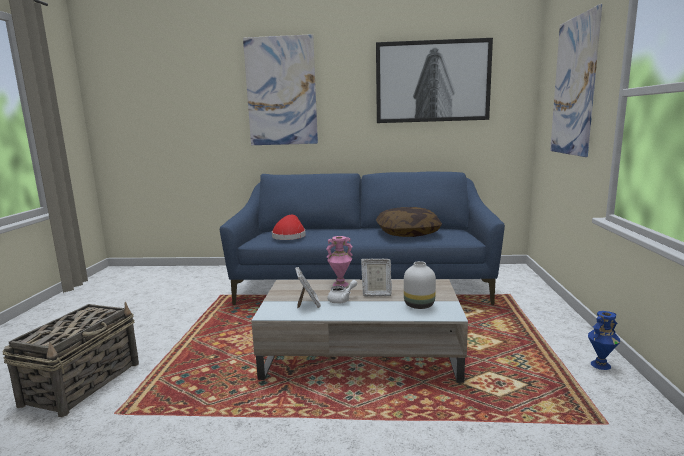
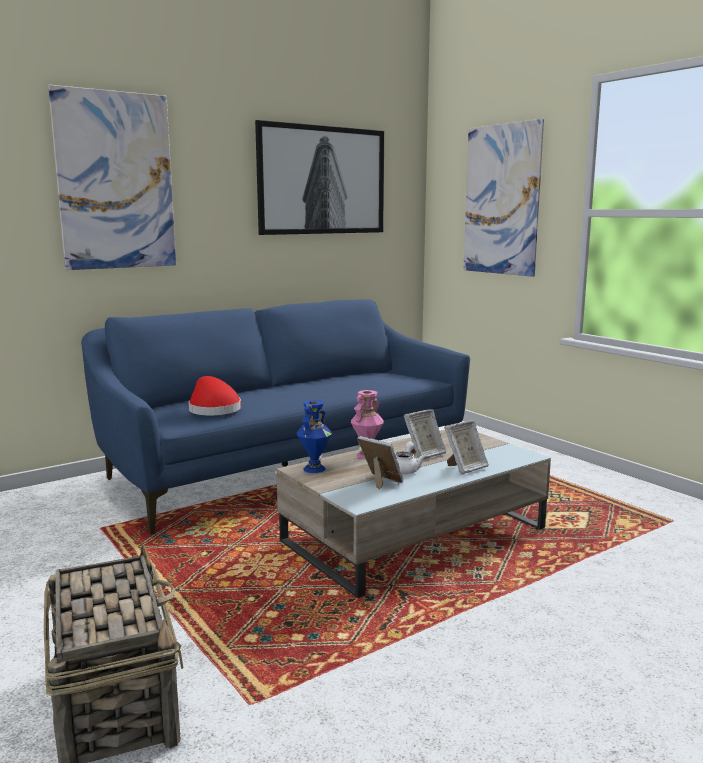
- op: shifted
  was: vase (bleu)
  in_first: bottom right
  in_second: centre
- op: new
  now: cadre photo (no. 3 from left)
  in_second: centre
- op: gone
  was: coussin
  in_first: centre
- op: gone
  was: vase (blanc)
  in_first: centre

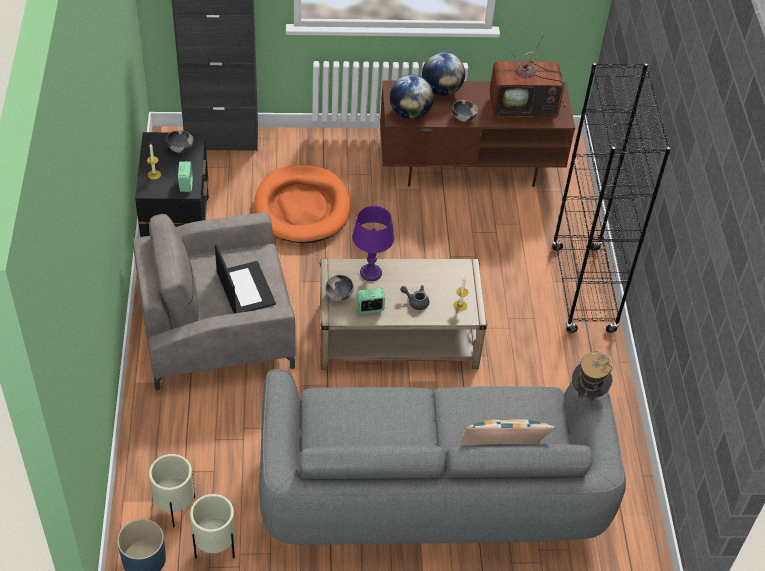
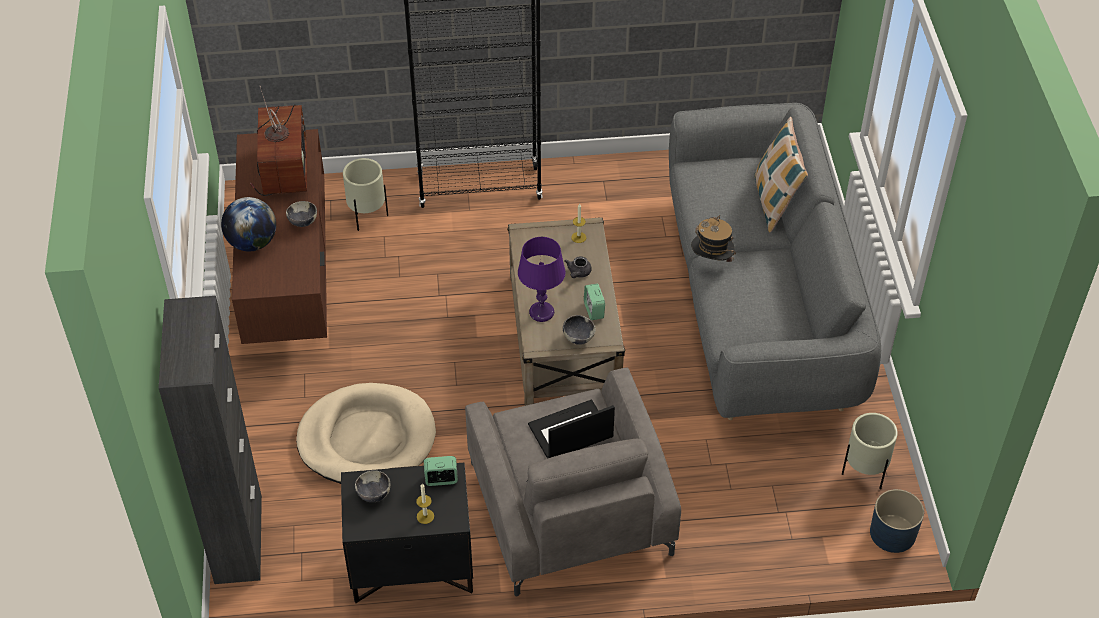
- op: repainted
  was: panier pour chien (orange)
  now: panier pour chien (beige)
  in_first: centre
  in_second: bottom left
- op: shifted
  was: cache-pot (beige) (no. 1 from left)
  in_first: bottom left
  in_second: top left
- op: shifted
  was: chapeau
  in_first: middle right
  in_second: centre
- op: gone
  was: globe (no. 1 from left)
  in_first: top centre

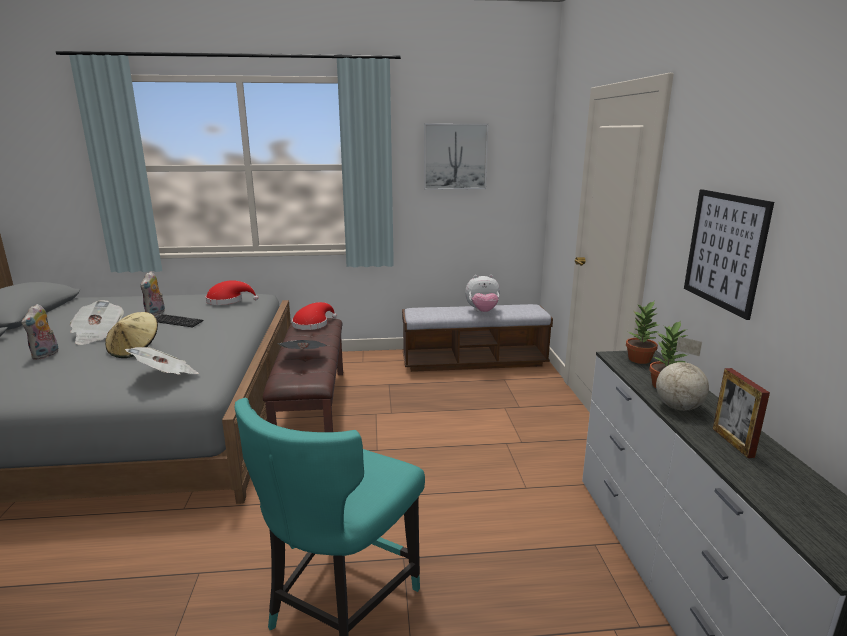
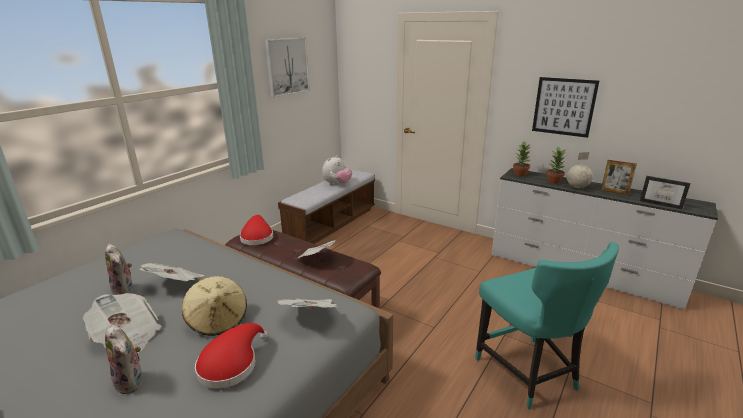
- op: swapped
  was: clavier
  now: journal (no. 2 from left)
  in_first: middle left
  in_second: middle left
- op: shifted
  was: chapeau (rouge) (no. 1 from left)
  in_first: middle left
  in_second: bottom left
- op: new
  now: cadre photo (no. 2 from left)
  in_second: middle right

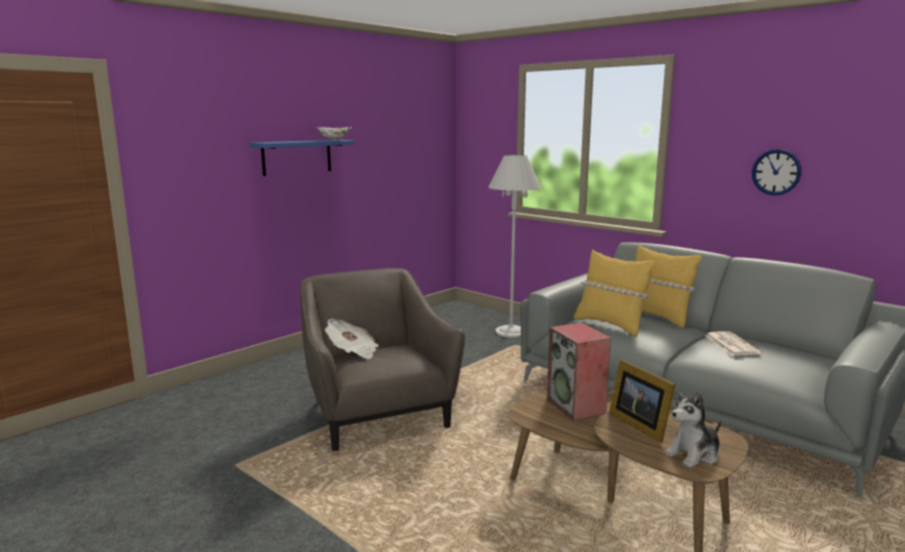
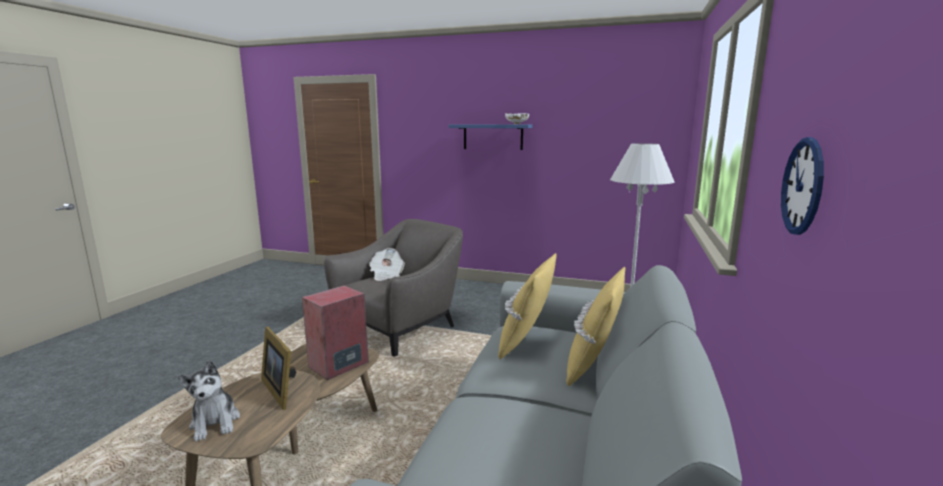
- op: rotated
  was: peluche
  in_first: bottom right
  in_second: bottom left
  clockwise: -150
- op: rotated
  was: cadre photo
  in_first: bottom right
  in_second: bottom left
  clockwise: -75
- op: gone
  was: journal (no. 2 from left)
  in_first: middle right

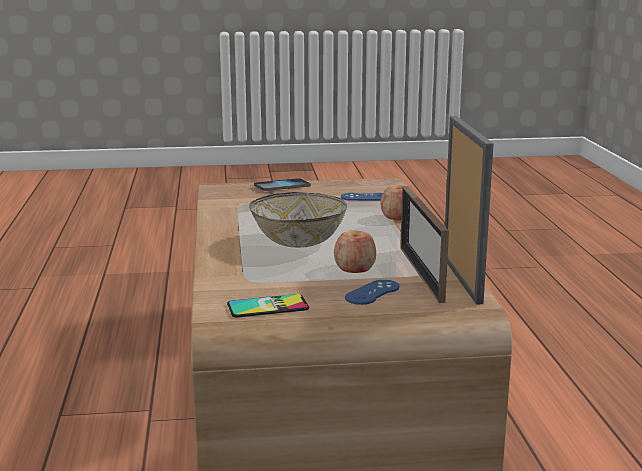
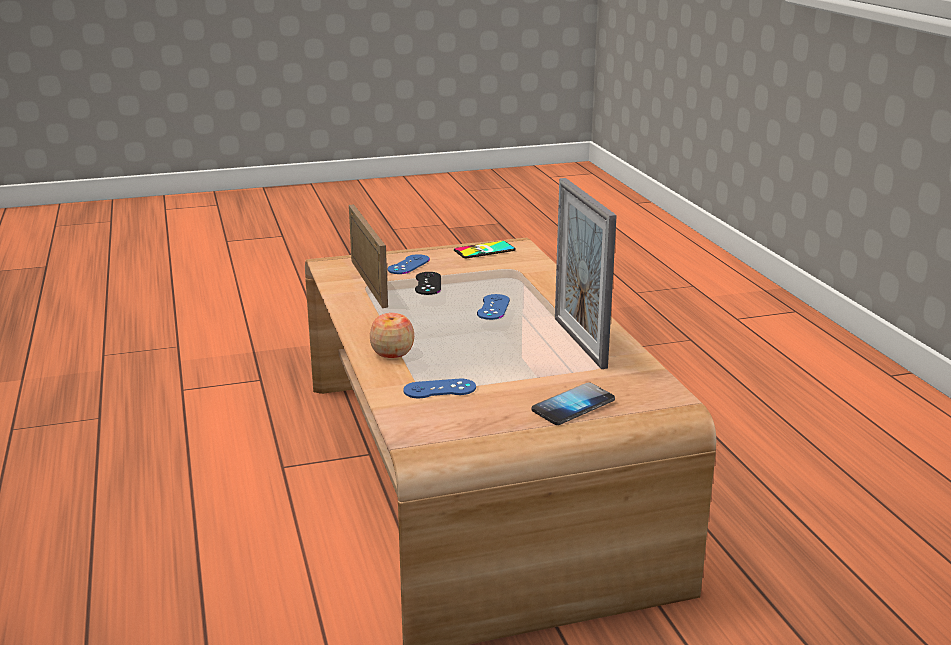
- op: swapped
  was: pomme (no. 1 from left)
  now: manette (noir)
  in_first: centre
  in_second: centre
- op: swapped
  was: bol
  now: manette (bleu) (no. 3 from left)
  in_first: centre
  in_second: centre
- op: shifted
  was: cadre photo (no. 2 from left)
  in_first: middle right
  in_second: centre

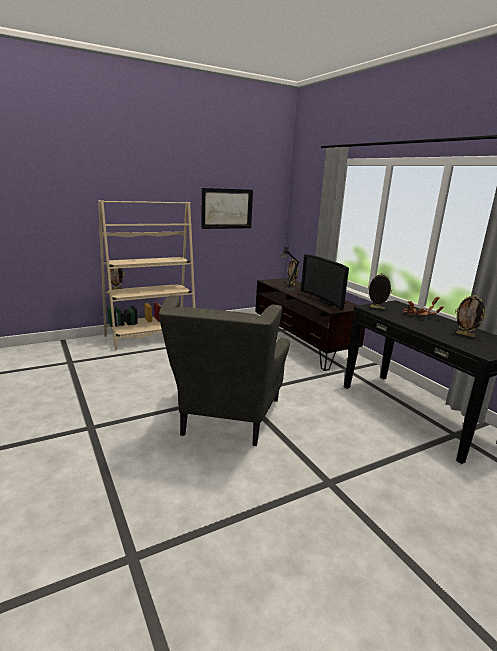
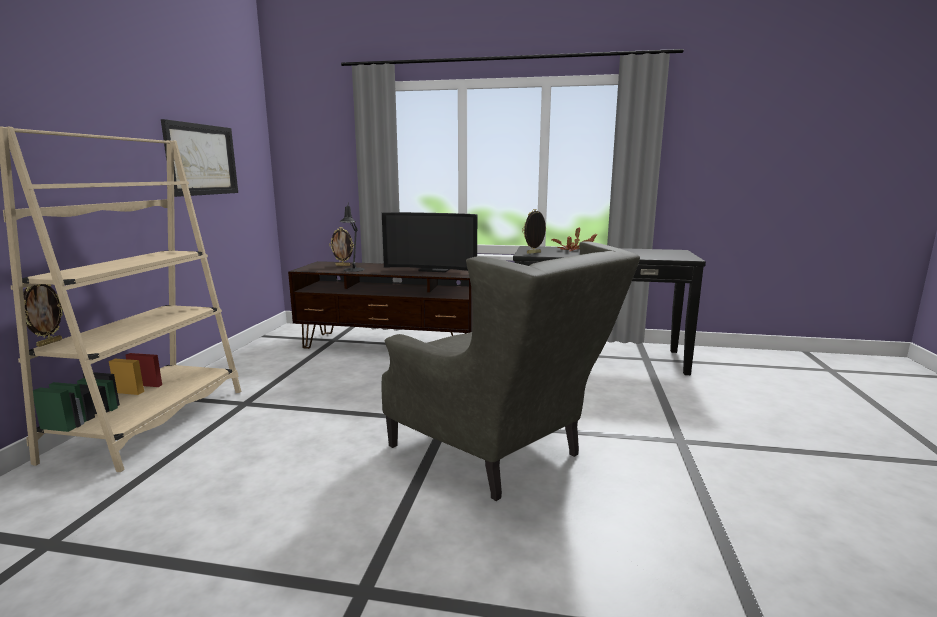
- op: gone
  was: cadre photo (no. 4 from left)
  in_first: middle right

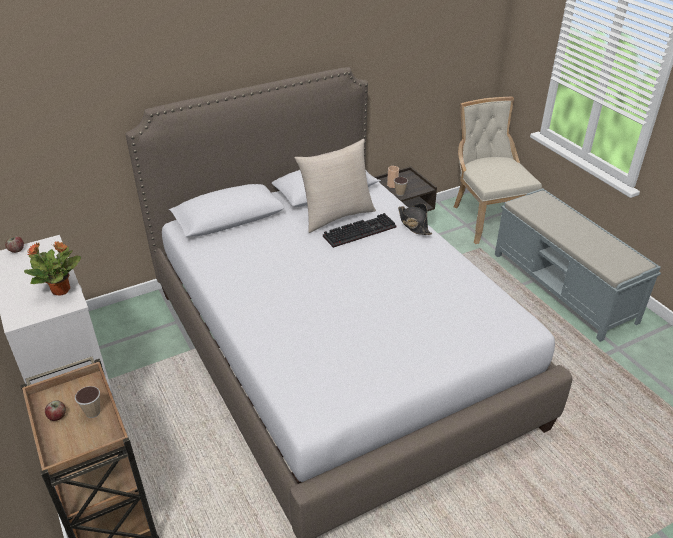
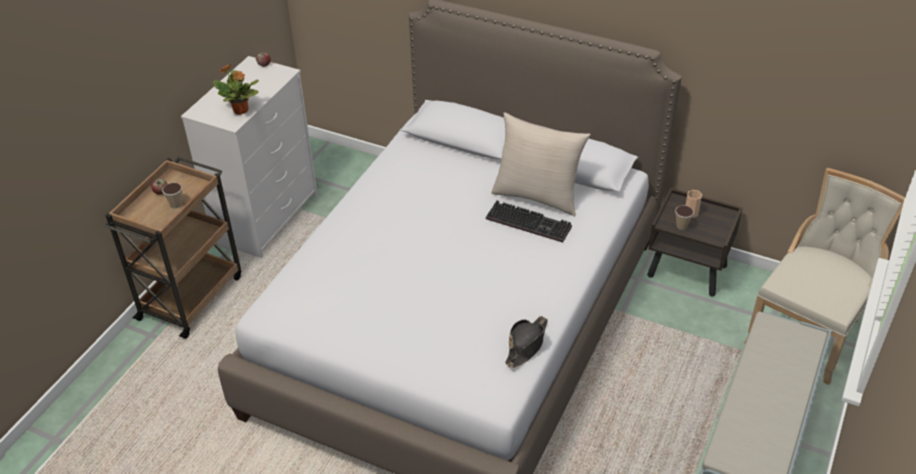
- op: shifted
  was: chapeau (noir)
  in_first: centre
  in_second: bottom centre

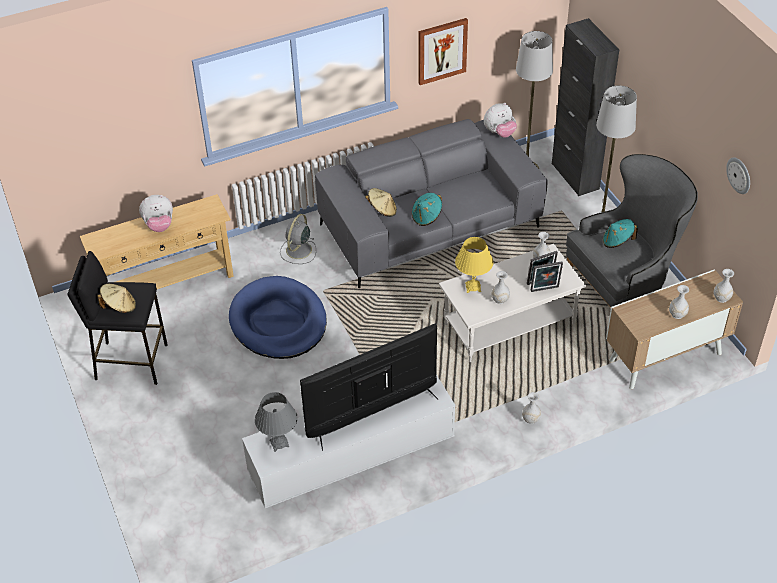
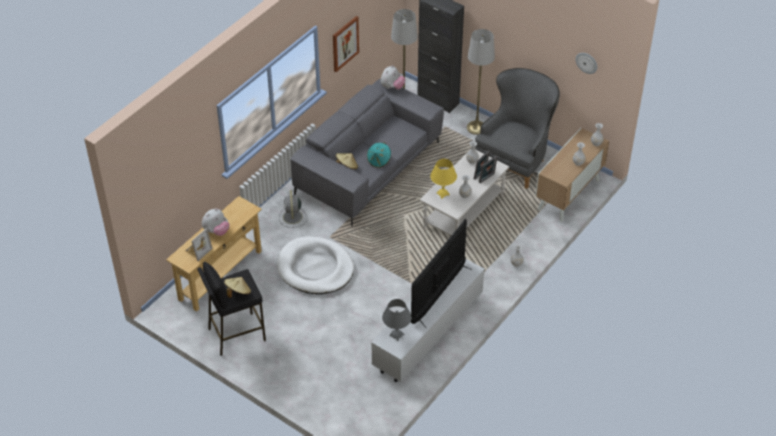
- op: new
  now: cadre photo (no. 1 from left)
  in_second: middle left
- op: repainted
  was: panier pour chien (bleu)
  now: panier pour chien (blanc)
  in_first: centre
  in_second: centre
- op: gone
  was: chapeau (turquoise) (no. 2 from left)
  in_first: middle right

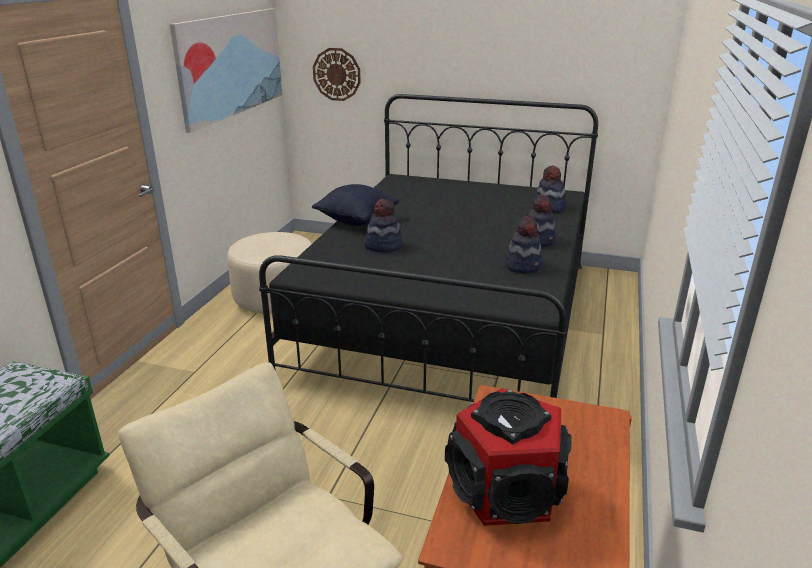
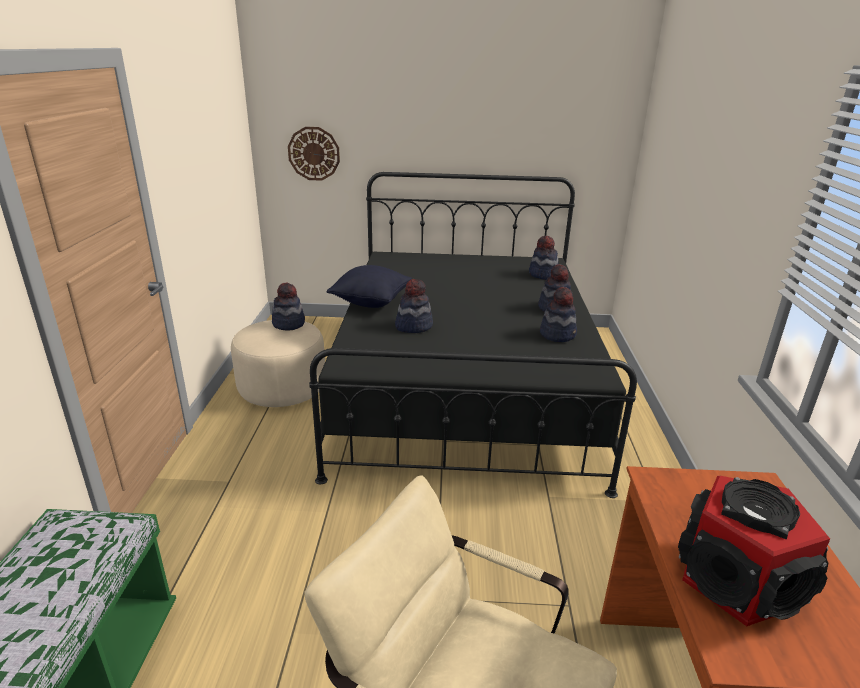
- op: new
  now: chapeau (no. 1 from left)
  in_second: centre
- op: gone
  was: tableau
  in_first: top left

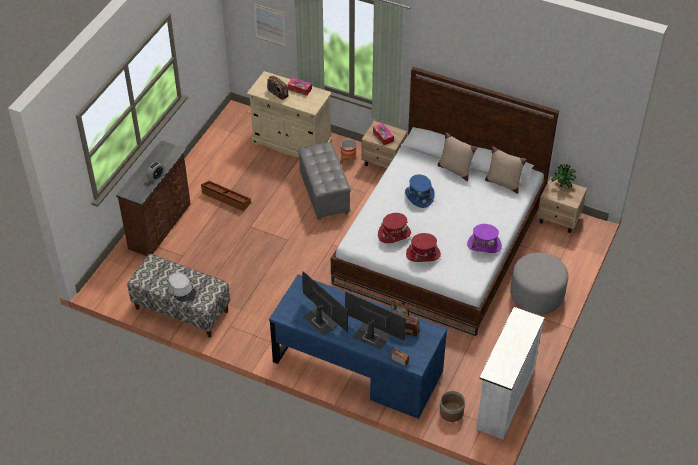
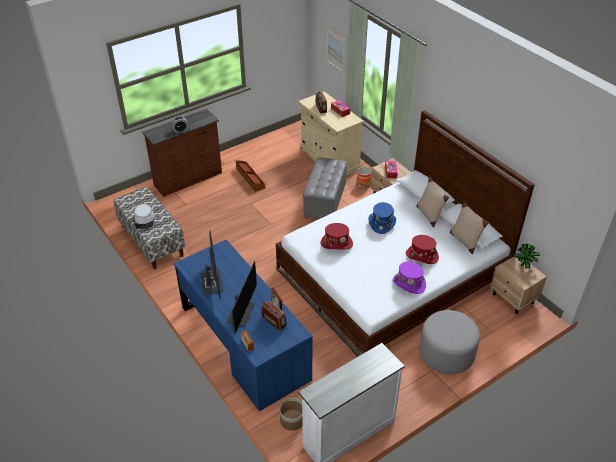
- op: rotated
  was: écran d'ordinateur (no. 2 from left)
  in_first: bottom centre
  in_second: centre
  clockwise: 45
- op: shifted
  was: chapeau (rouge) (no. 2 from left)
  in_first: centre
  in_second: middle right

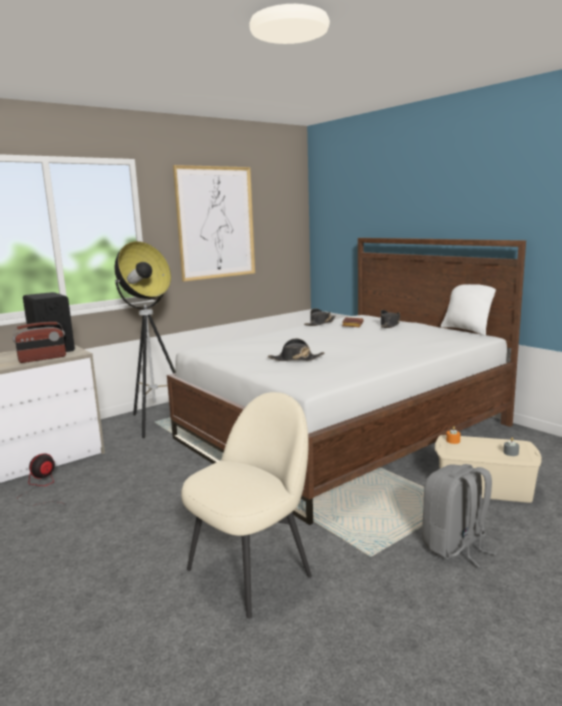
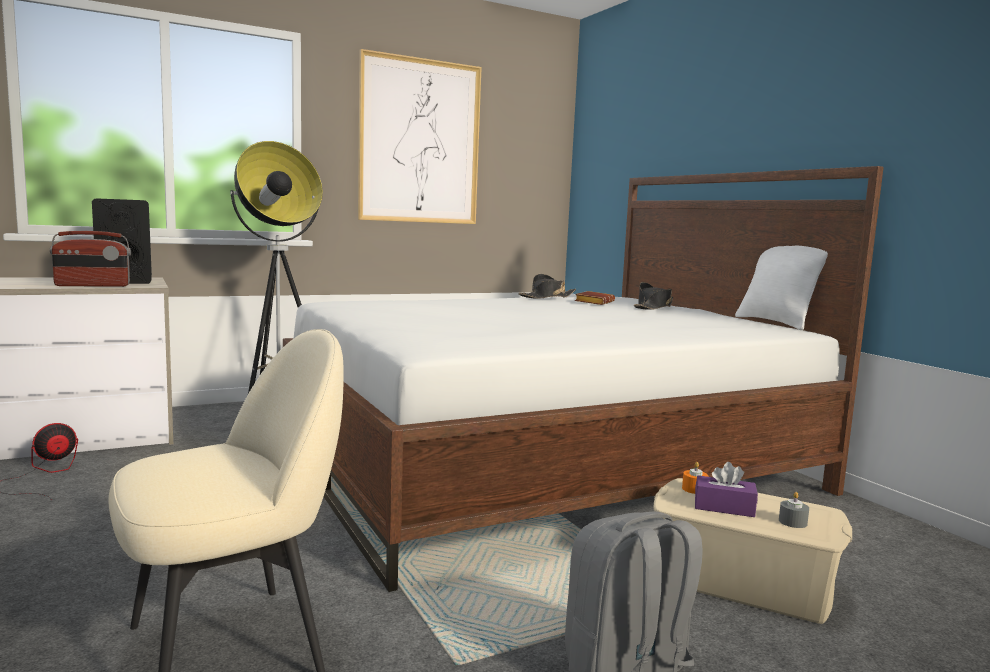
- op: new
  now: boîte à mouchoirs (violet)
  in_second: bottom right
- op: gone
  was: chapeau (noir) (no. 1 from left)
  in_first: centre

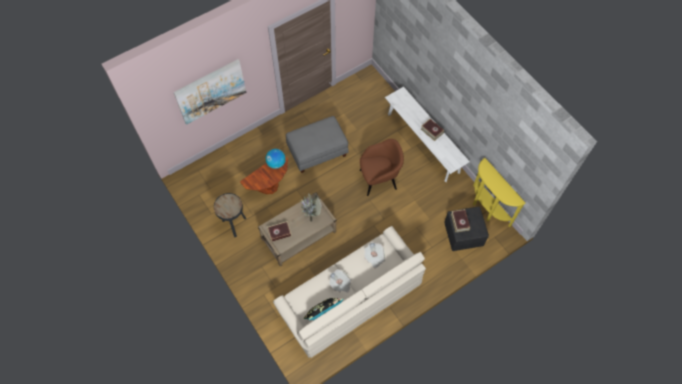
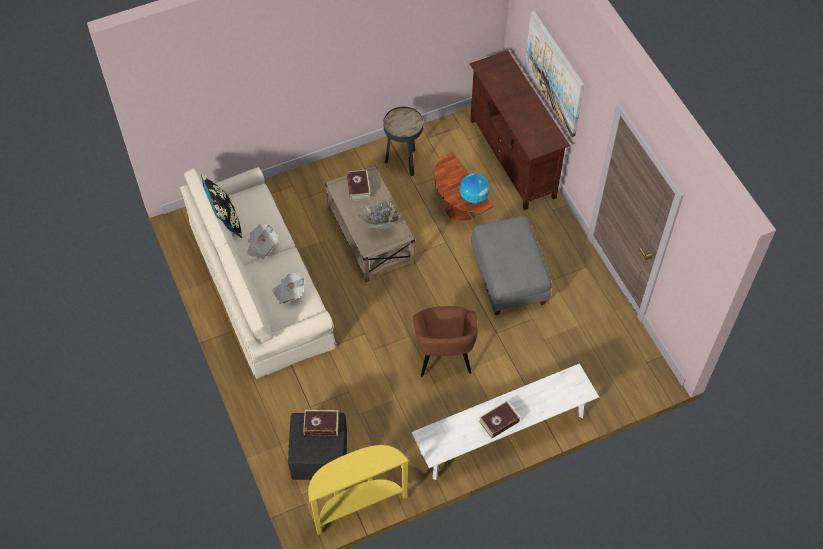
- op: new
  now: meuble télé (marron)
  in_second: top centre

